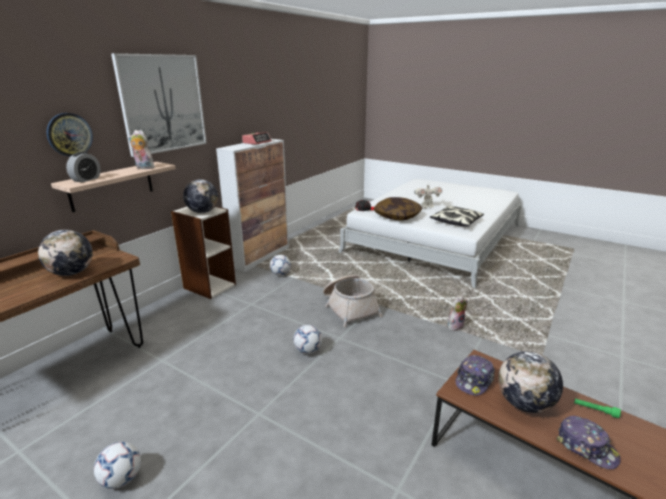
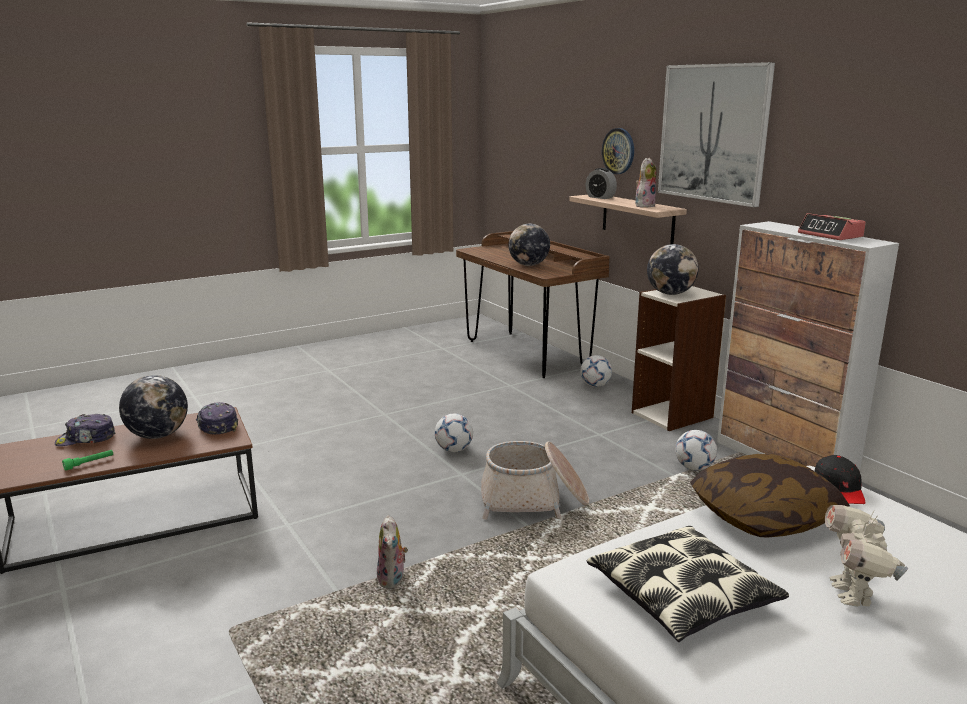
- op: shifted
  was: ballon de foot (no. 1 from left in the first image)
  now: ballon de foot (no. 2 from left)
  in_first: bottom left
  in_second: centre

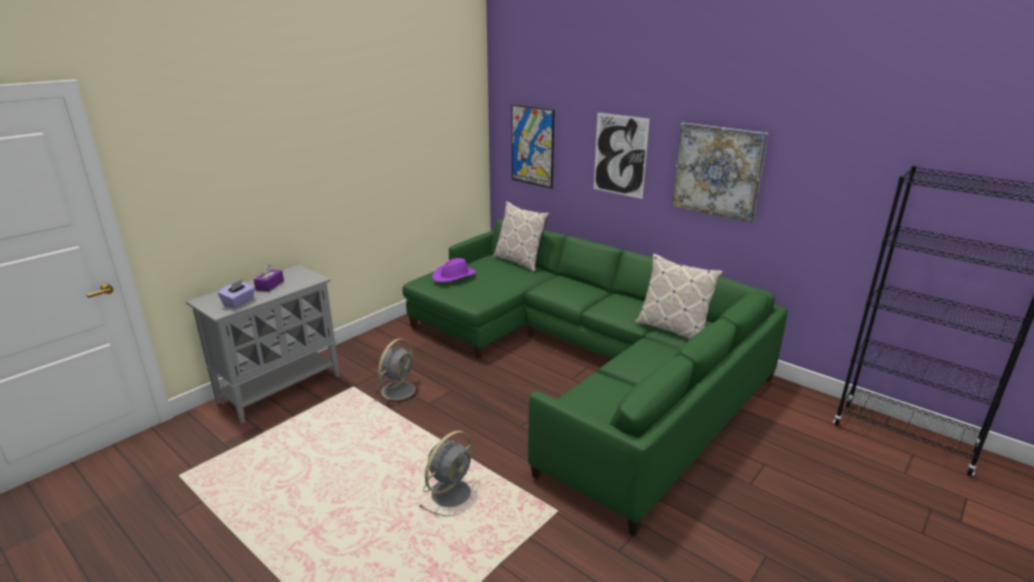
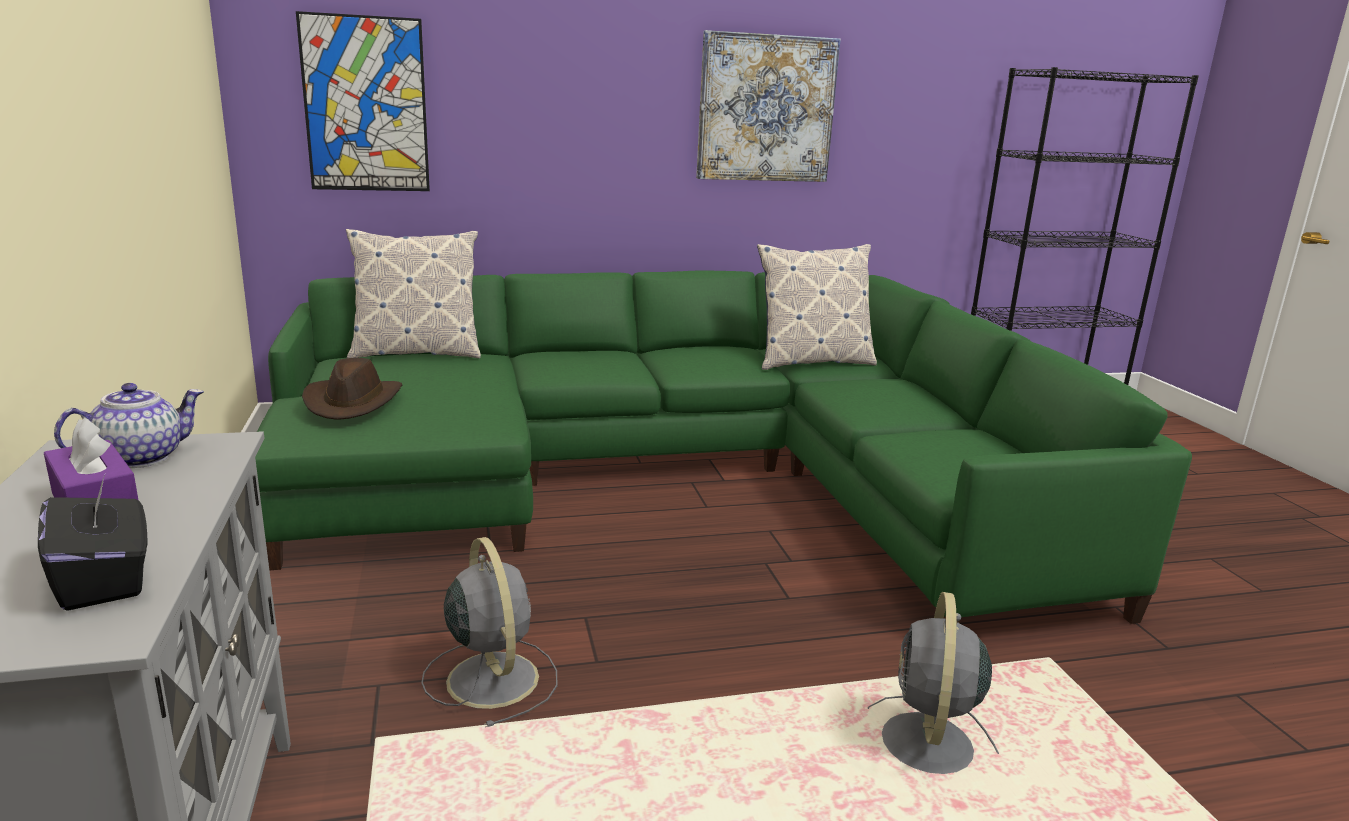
- op: repainted
  was: boîte à mouchoirs (violet) (no. 1 from left)
  now: boîte à mouchoirs (noir)
  in_first: middle left
  in_second: middle left
- op: new
  now: théière
  in_second: middle left
- op: repainted
  was: chapeau (violet)
  now: chapeau (marron)
  in_first: centre
  in_second: middle left
- op: rotated
  was: ventilateur (gris) (no. 2 from left)
  in_first: bottom centre
  in_second: bottom right
  clockwise: -150
- op: gone
  was: tableau (no. 2 from left)
  in_first: top centre

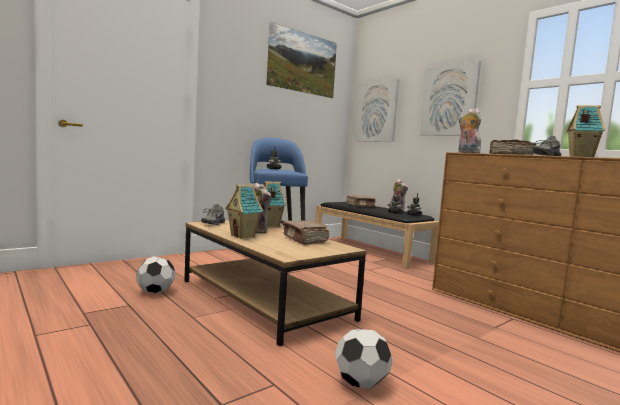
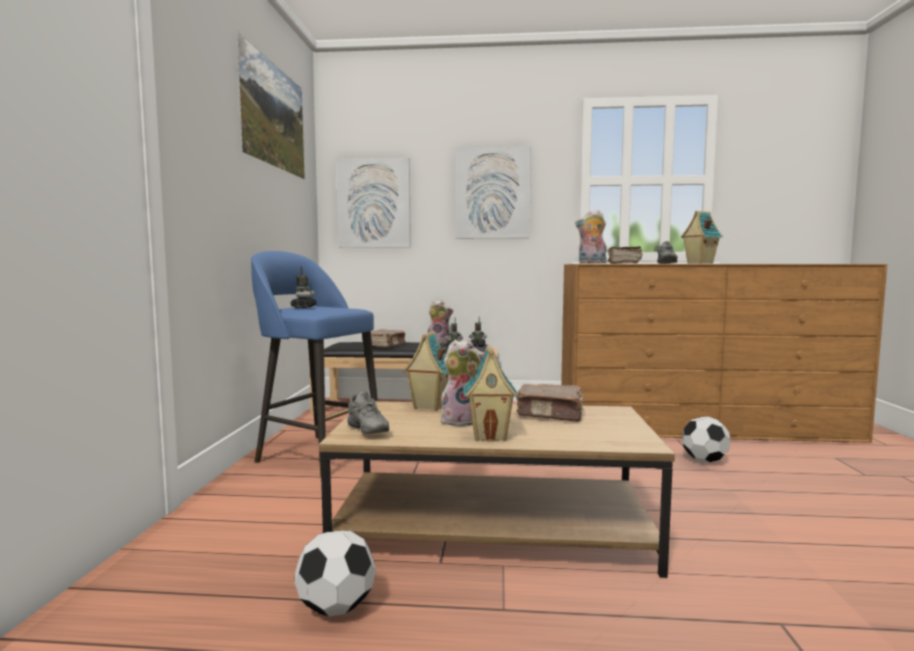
- op: shifted
  was: ballon de foot (no. 2 from left)
  in_first: bottom centre
  in_second: bottom right

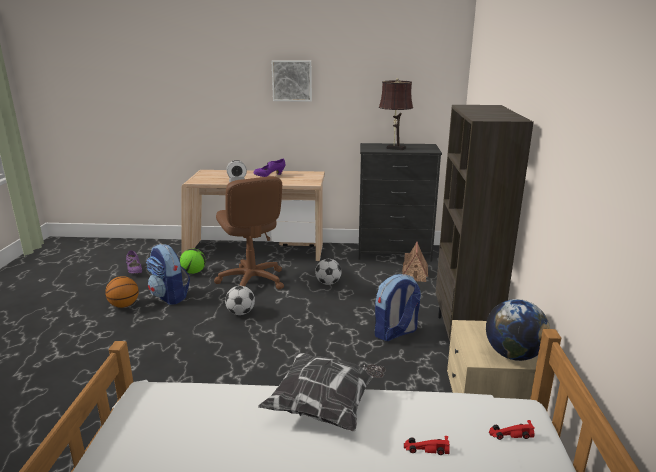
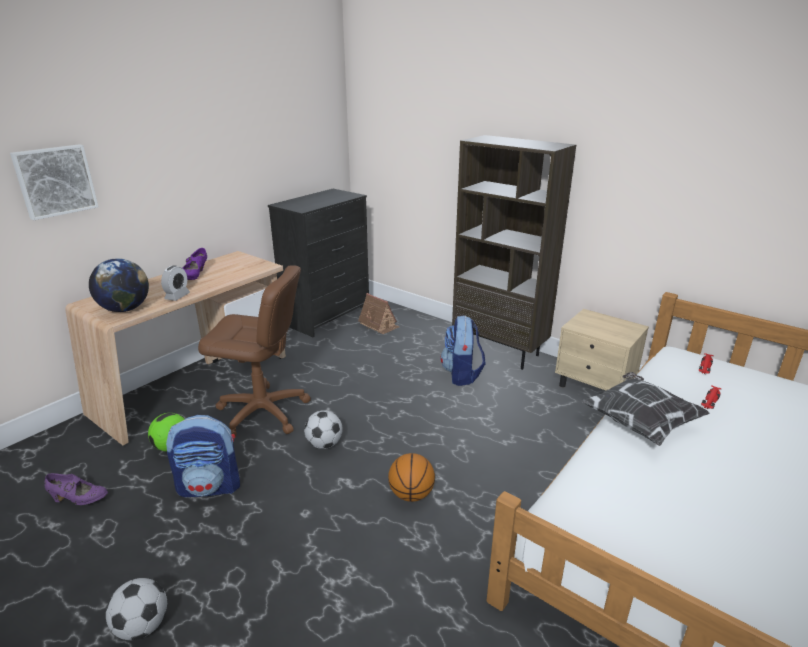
- op: shifted
  was: tableau
  in_first: top centre
  in_second: top left
- op: shifted
  was: globe
  in_first: bottom right
  in_second: middle left
- op: shifted
  was: ballon de foot (no. 3 from left in the first image)
  now: ballon de foot (no. 1 from left)
  in_first: centre
  in_second: bottom left
- op: shifted
  was: ballon de basket
  in_first: middle left
  in_second: bottom centre
- op: gone
  was: lampe de table (marron)
  in_first: top centre

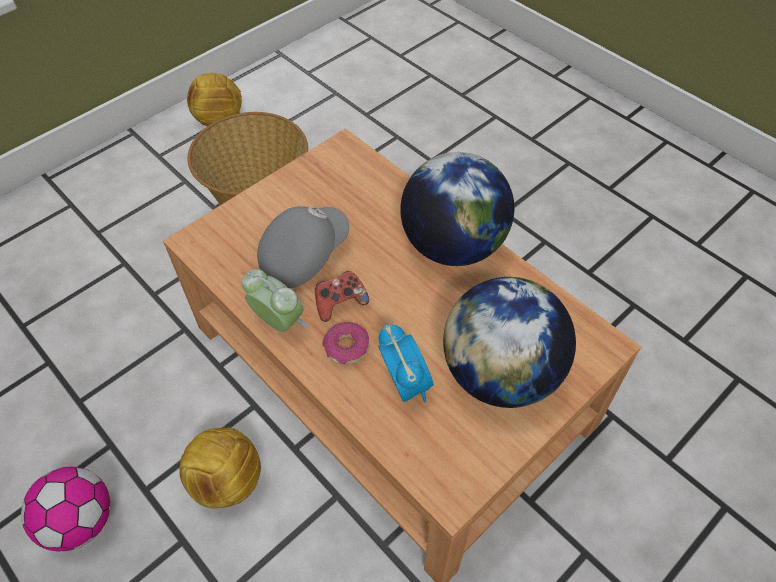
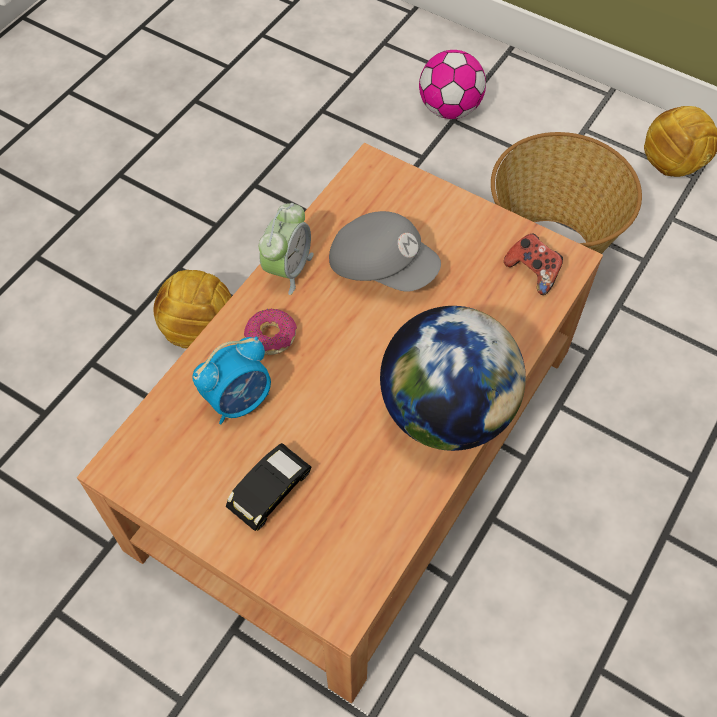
- op: swapped
  was: globe (no. 2 from left)
  now: petite voiture (noir)
  in_first: centre
  in_second: bottom centre
- op: shifted
  was: ballon de foot (no. 1 from left in the first image)
  now: ballon de foot (no. 2 from left)
  in_first: bottom left
  in_second: top centre
- op: shifted
  was: manette
  in_first: centre
  in_second: middle right

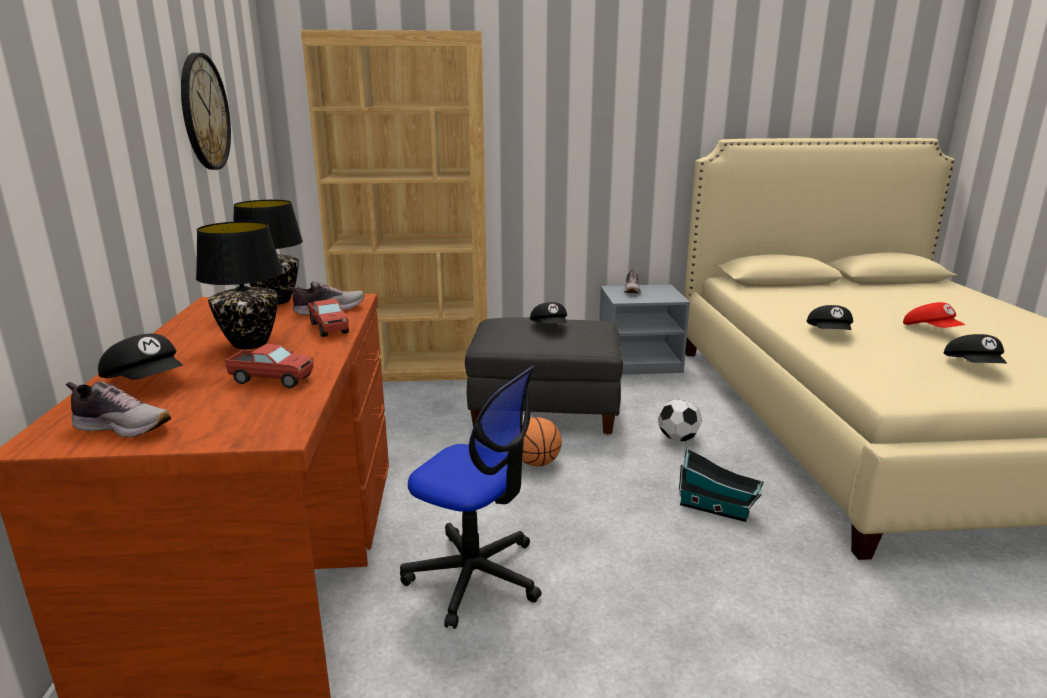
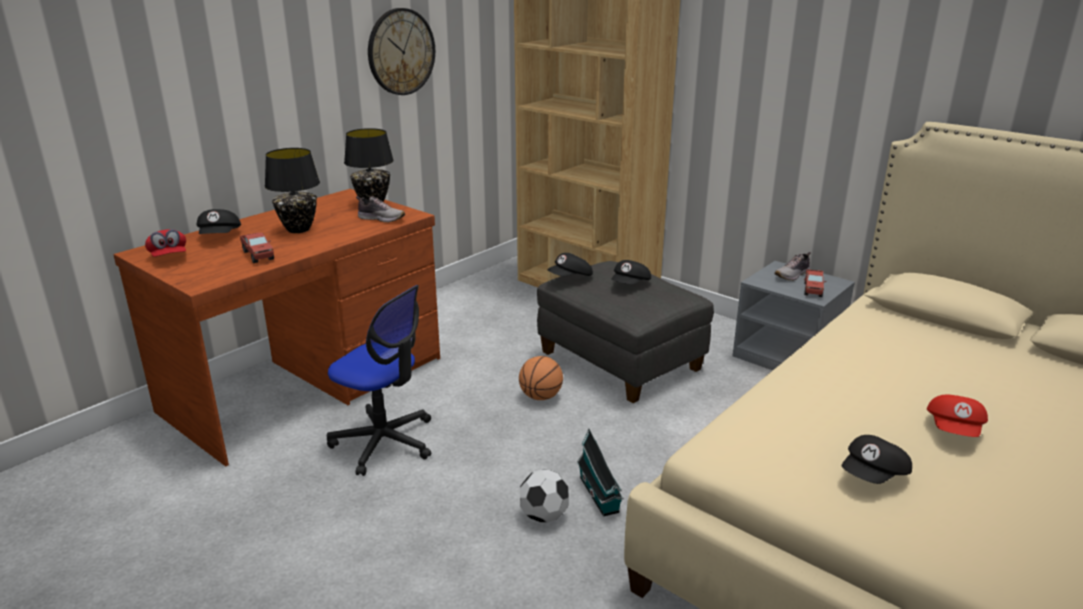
- op: swapped
  was: chaussure (no. 1 from left)
  now: casquette (rouge) (no. 1 from left)
  in_first: middle left
  in_second: middle left
- op: rotated
  was: chaise de bureau
  in_first: bottom centre
  in_second: centre
  clockwise: -45
- op: shifted
  was: ballon de foot
  in_first: centre
  in_second: bottom centre
- op: shifted
  was: casquette (noir) (no. 3 from left in the first image)
  now: casquette (noir) (no. 2 from left)
  in_first: middle right
  in_second: centre
- op: shifted
  was: camion jouet (no. 2 from left)
  in_first: middle left
  in_second: middle right

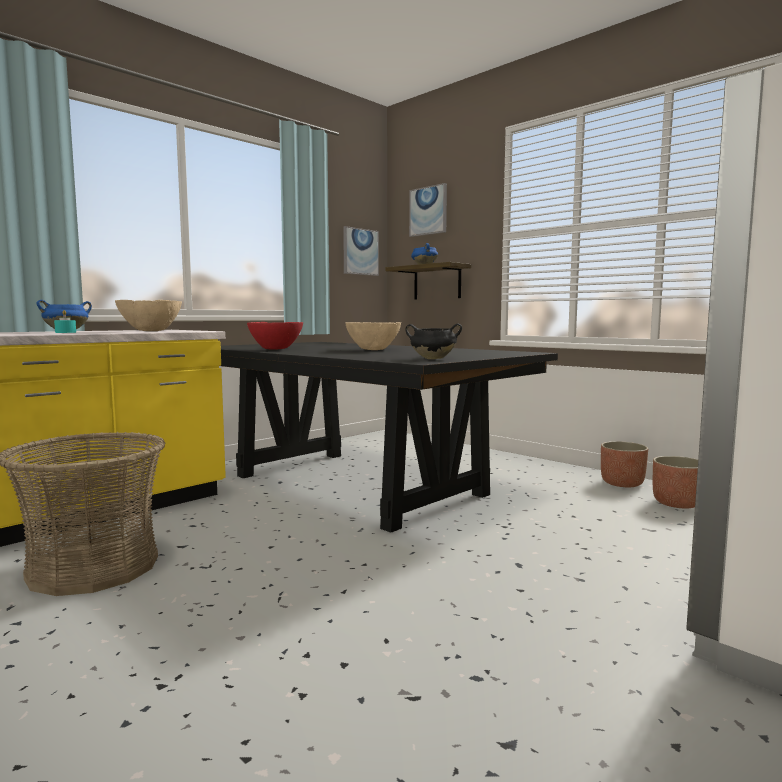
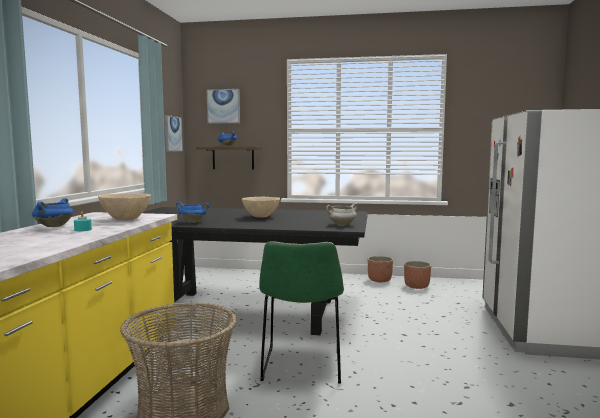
- op: swapped
  was: bol (rouge)
  now: marmite (bleu) (no. 2 from left)
  in_first: centre
  in_second: middle left
- op: new
  now: chaise (vert)
  in_second: bottom centre
- op: repainted
  was: marmite (noir)
  now: marmite (blanc)
  in_first: centre
  in_second: centre

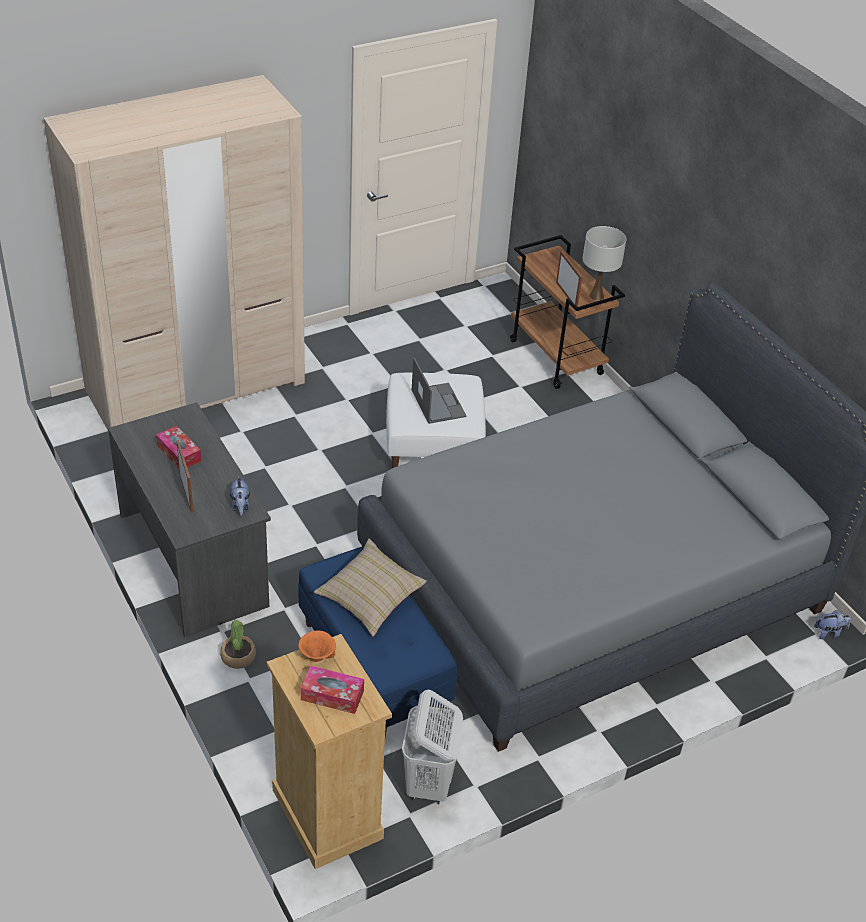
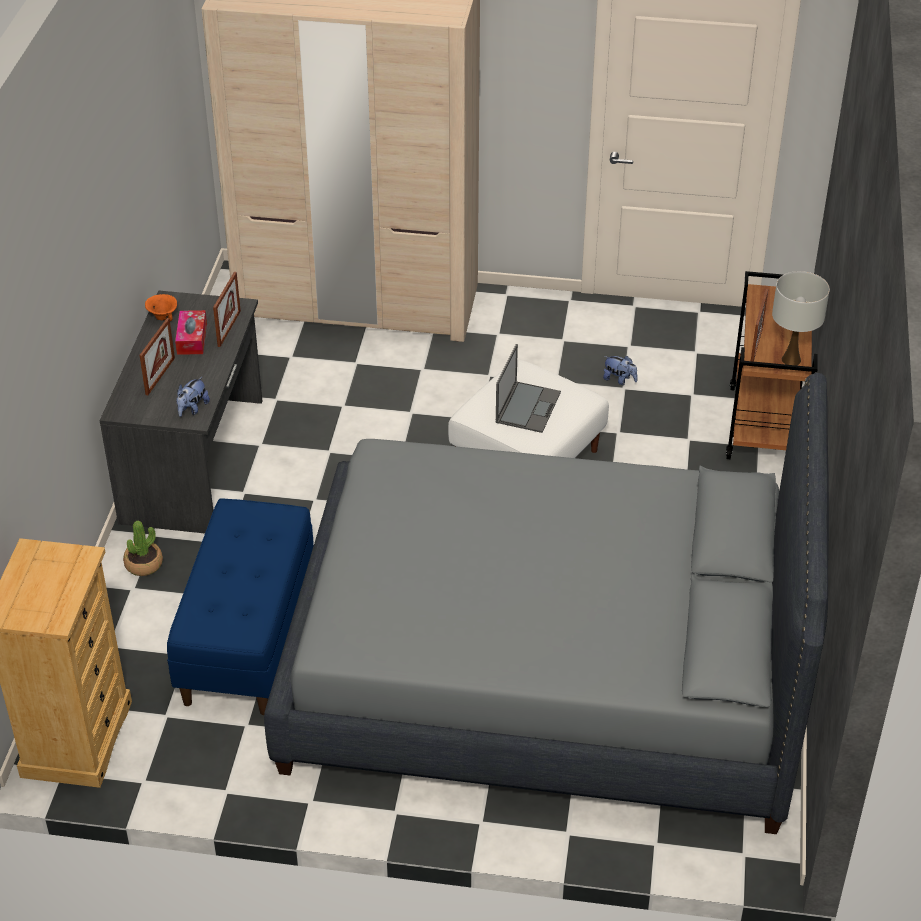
- op: shifted
  was: bol (orange)
  in_first: bottom centre
  in_second: middle left
- op: new
  now: cadre photo (no. 2 from left)
  in_second: middle left
- op: shifted
  was: peluche (no. 2 from left)
  in_first: bottom right
  in_second: middle right
- op: gone
  was: boîte à mouchoirs (no. 2 from left)
  in_first: bottom centre
- op: gone
  was: coussin (beige)
  in_first: centre
- op: gone
  was: panier à linge (blanc)
  in_first: bottom centre

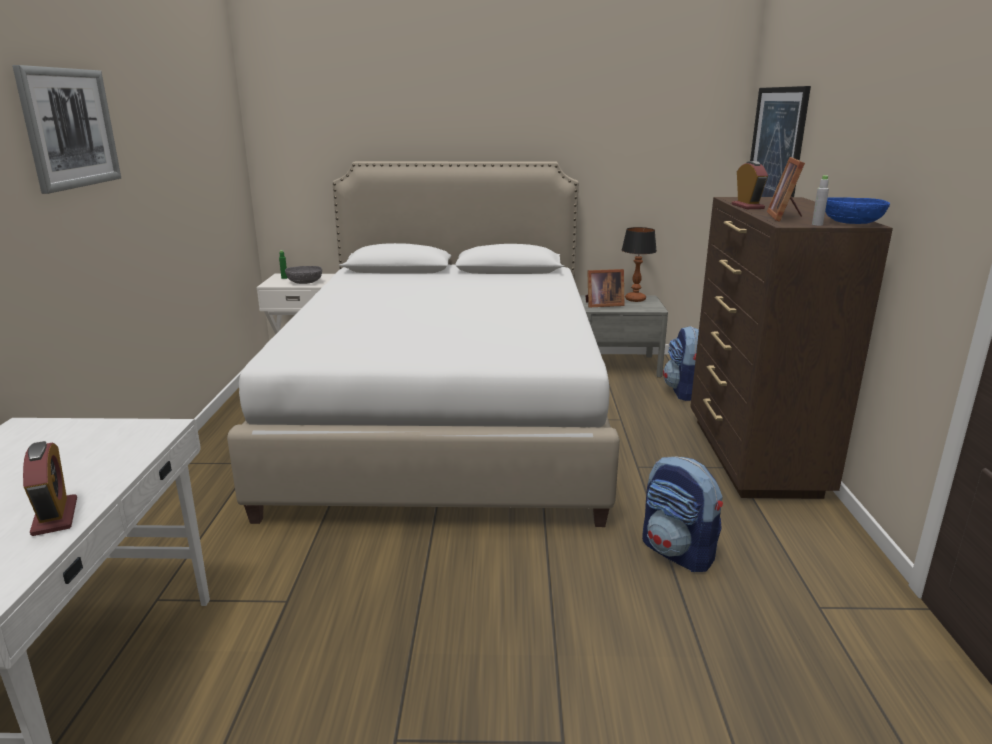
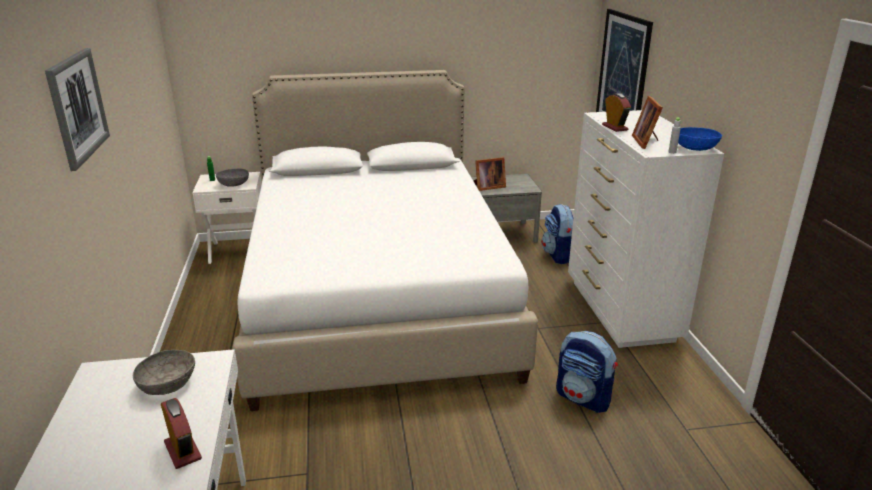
- op: new
  now: bol (gris) (no. 1 from left)
  in_second: bottom left
- op: repainted
  was: commode (marron)
  now: commode (blanc)
  in_first: middle right
  in_second: middle right
- op: gone
  was: lampe de table
  in_first: centre

